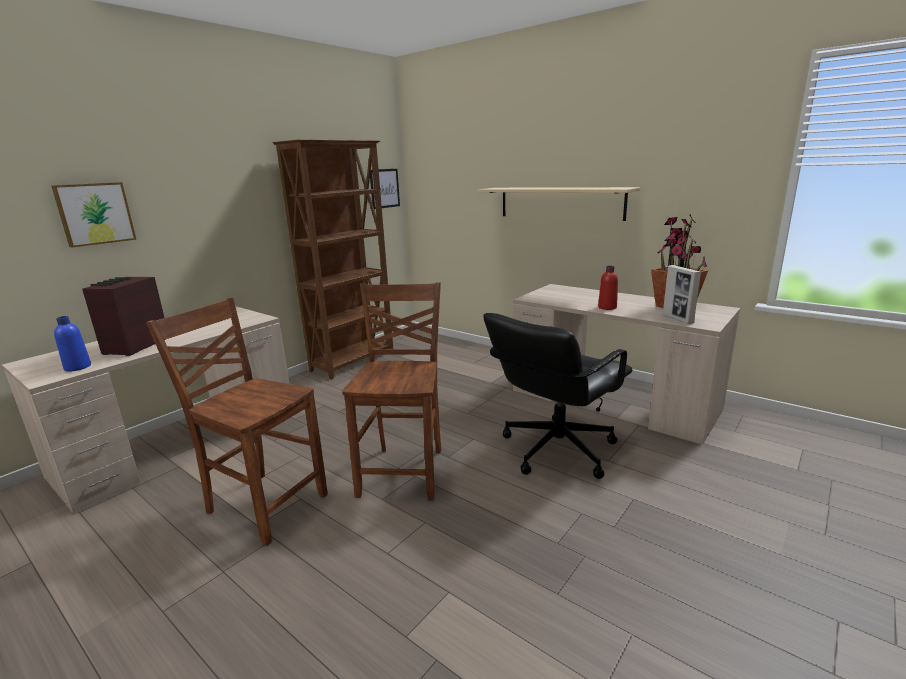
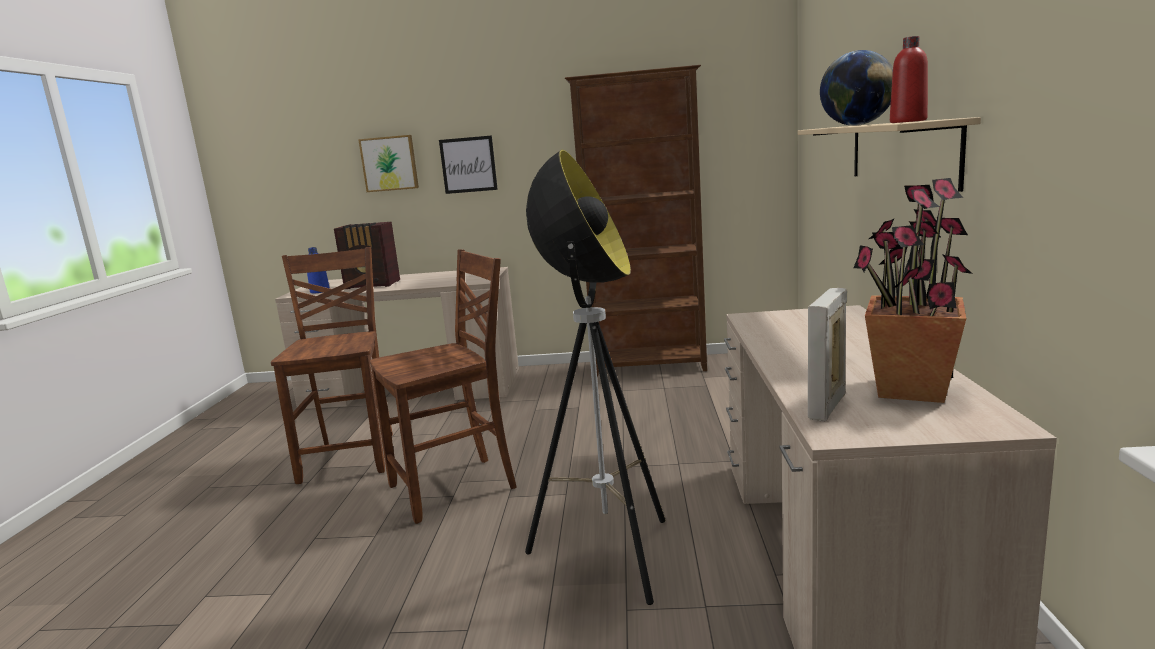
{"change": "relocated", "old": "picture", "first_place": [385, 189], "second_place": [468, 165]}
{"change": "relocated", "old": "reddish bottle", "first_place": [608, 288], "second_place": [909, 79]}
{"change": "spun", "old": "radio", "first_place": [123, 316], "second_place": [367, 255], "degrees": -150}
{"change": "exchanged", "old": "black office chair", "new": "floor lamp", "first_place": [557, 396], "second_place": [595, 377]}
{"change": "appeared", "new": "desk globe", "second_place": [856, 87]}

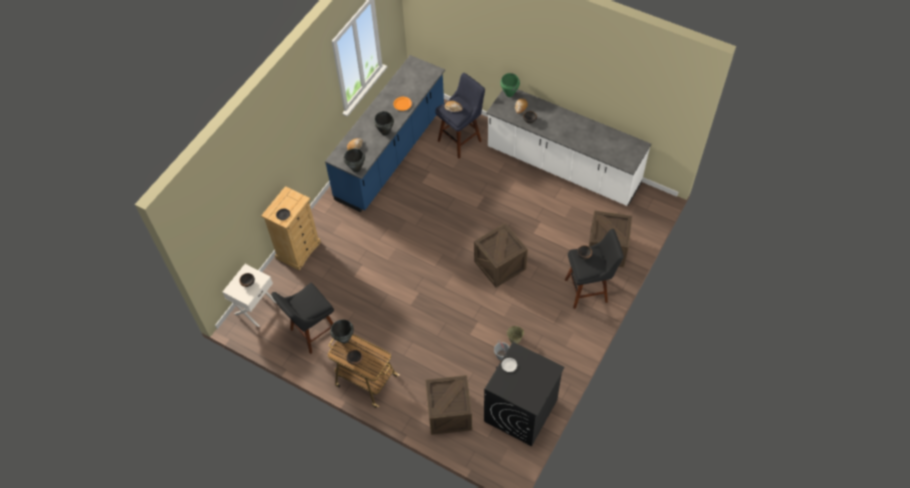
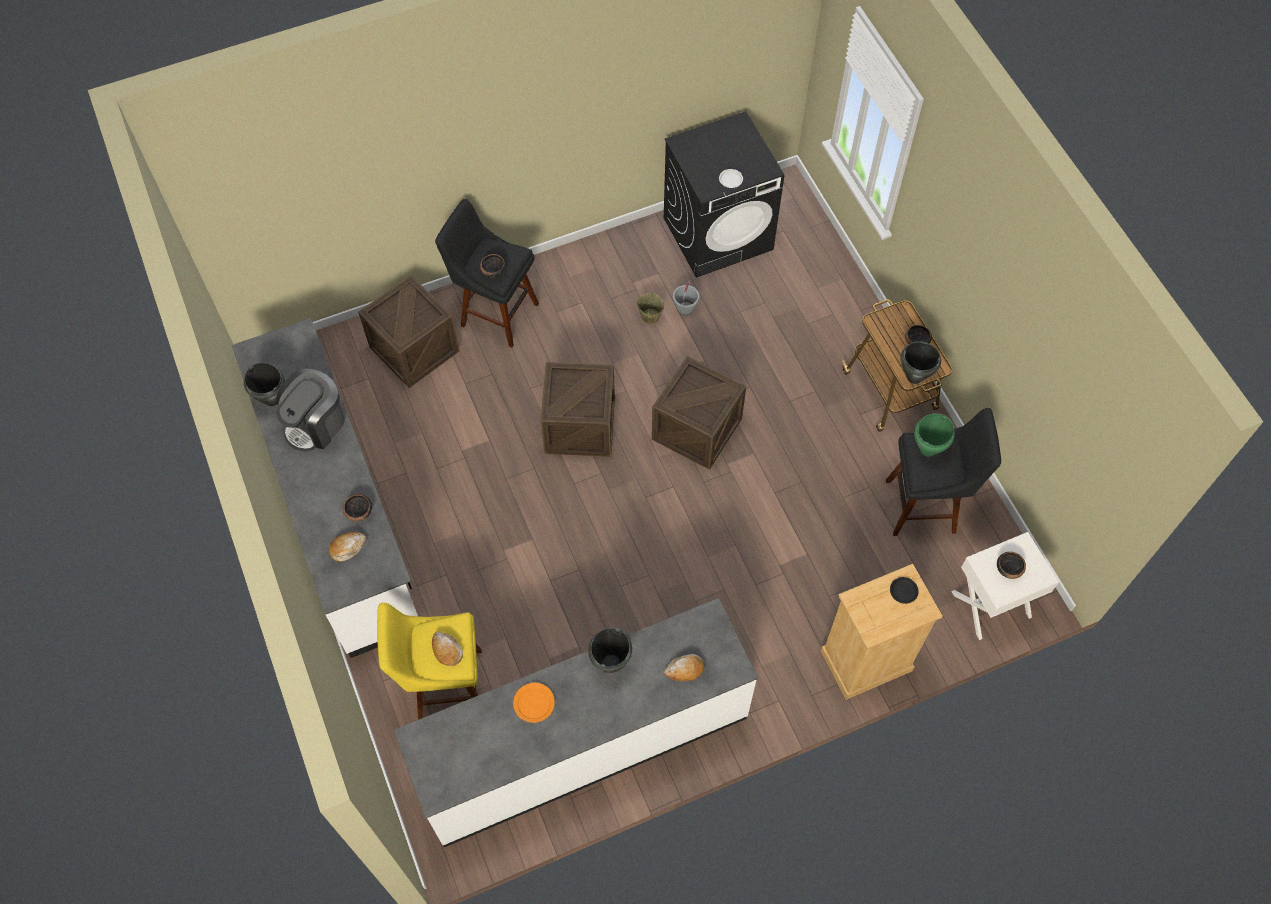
{"change": "colour", "old": "blue-coloured kitchen counter", "new": "white kitchen counter", "first_place": [385, 133], "second_place": [576, 722]}
{"change": "colour", "old": "blue-coloured stool", "new": "yellow-coloured stool", "first_place": [460, 115], "second_place": [429, 661]}
{"change": "relocated", "old": "greenish cooking pot", "first_place": [510, 85], "second_place": [934, 435]}
{"change": "relocated", "old": "black cooking pot", "first_place": [354, 160], "second_place": [264, 384]}
{"change": "relocated", "old": "shipping crate", "first_place": [448, 405], "second_place": [699, 413]}
{"change": "appeared", "new": "coffee maker", "second_place": [310, 410]}

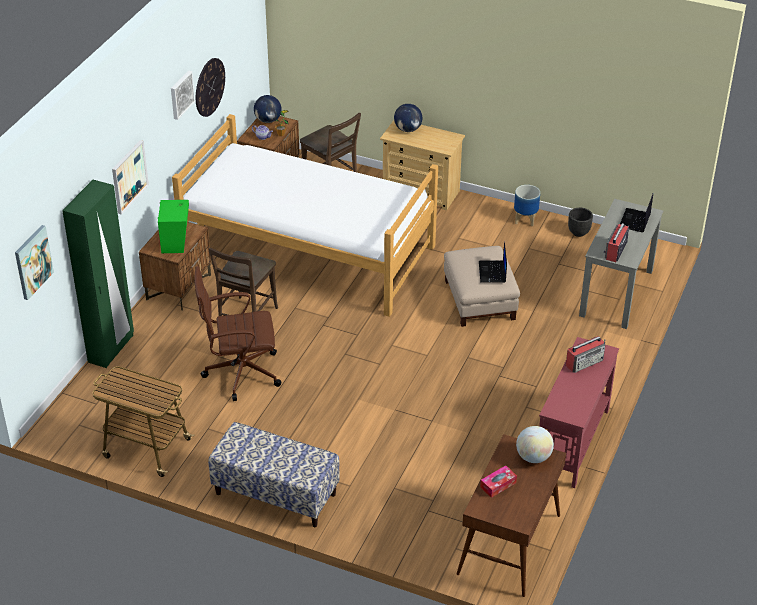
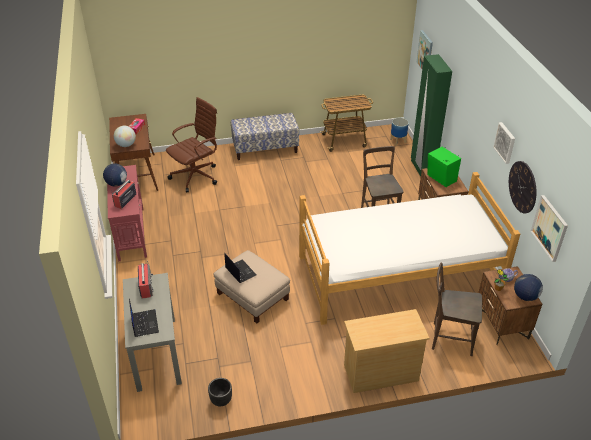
{"change": "relocated", "old": "desk globe", "first_place": [408, 118], "second_place": [115, 175]}
{"change": "relocated", "old": "picture", "first_place": [130, 177], "second_place": [549, 228]}
{"change": "relocated", "old": "plant pot", "first_place": [527, 205], "second_place": [399, 132]}
{"change": "relocated", "old": "brownish office chair", "first_place": [238, 333], "second_place": [191, 144]}

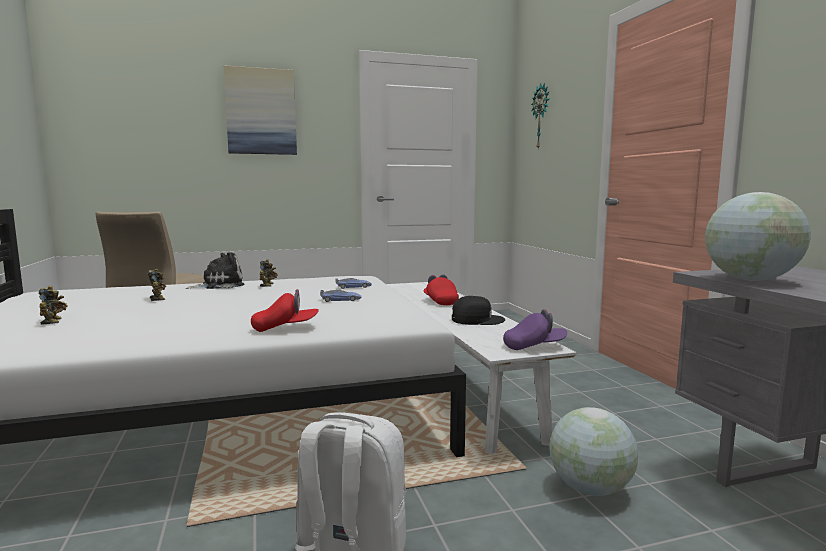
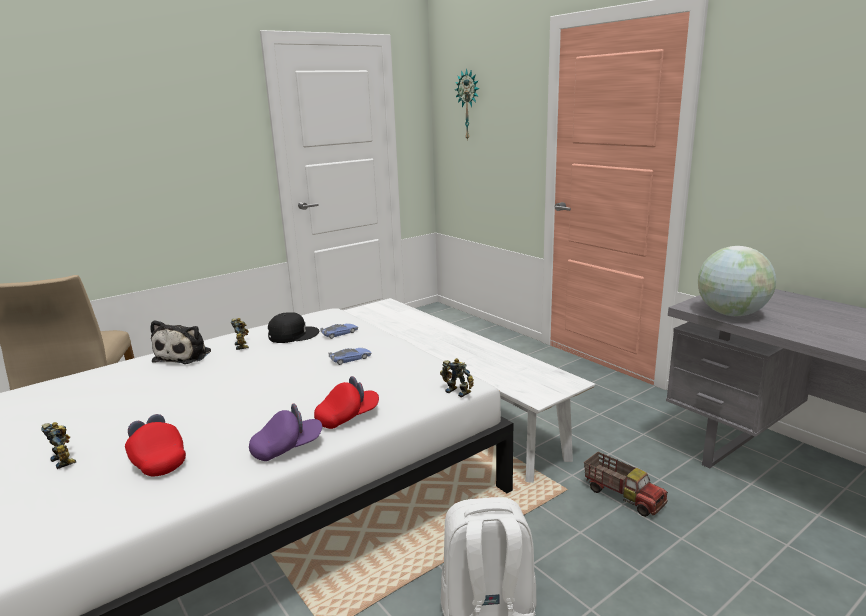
{"change": "missing", "old": "picture", "first_place": [260, 110]}
{"change": "spun", "old": "soft toy", "first_place": [215, 270], "second_place": [180, 342], "degrees": 150}
{"change": "relocated", "old": "toy robot", "first_place": [156, 285], "second_place": [457, 378]}
{"change": "relocated", "old": "reddish baseball cap", "first_place": [441, 289], "second_place": [155, 445]}
{"change": "relocated", "old": "black baseball cap", "first_place": [478, 310], "second_place": [293, 327]}
{"change": "relocated", "old": "purple-coloured baseball cap", "first_place": [535, 329], "second_place": [285, 432]}
{"change": "exchanged", "old": "desk globe", "new": "toy lorry", "first_place": [593, 451], "second_place": [626, 484]}

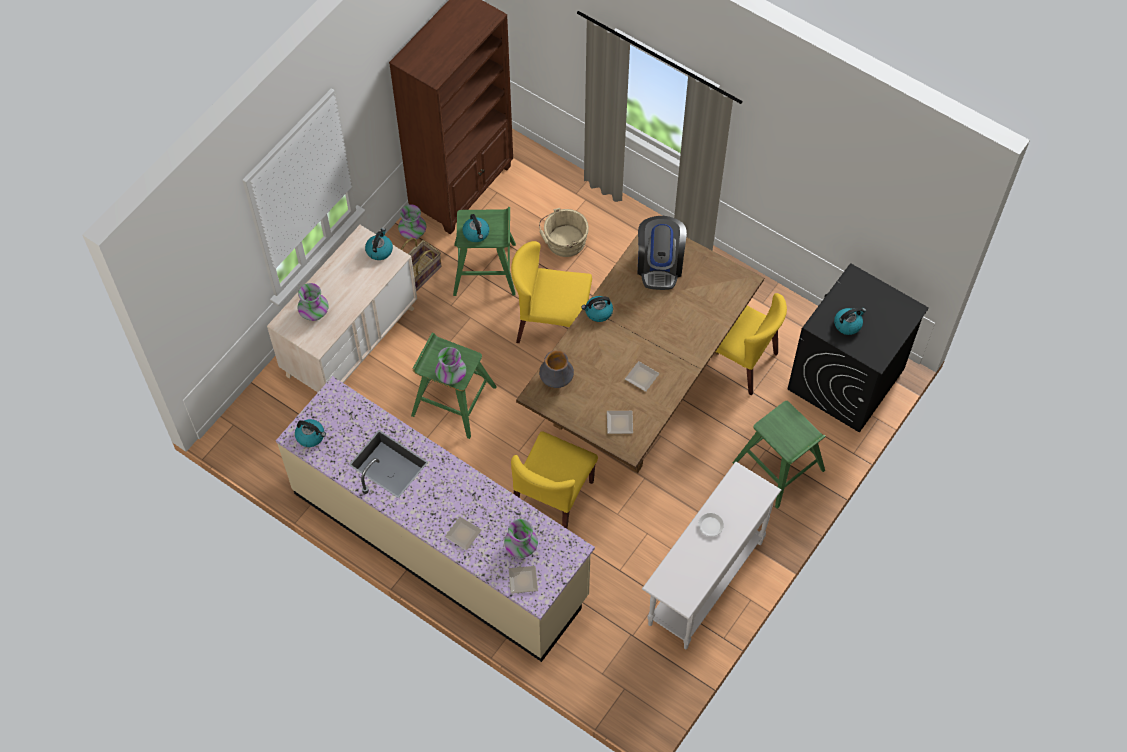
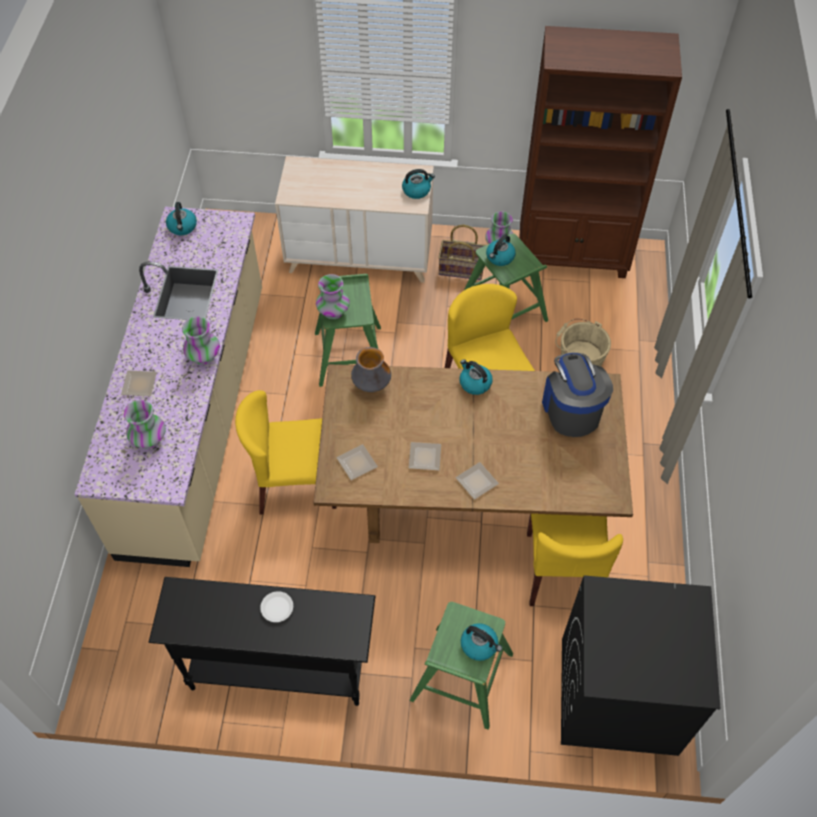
{"change": "spun", "old": "coffee maker", "first_place": [662, 253], "second_place": [577, 395], "degrees": 105}
{"change": "relocated", "old": "flower vase", "first_place": [313, 302], "second_place": [201, 340]}
{"change": "relocated", "old": "tea kettle", "first_place": [850, 321], "second_place": [481, 642]}
{"change": "colour", "old": "white console table", "new": "black console table", "first_place": [711, 555], "second_place": [262, 641]}
{"change": "relocated", "old": "flat dish", "first_place": [523, 580], "second_place": [477, 481]}

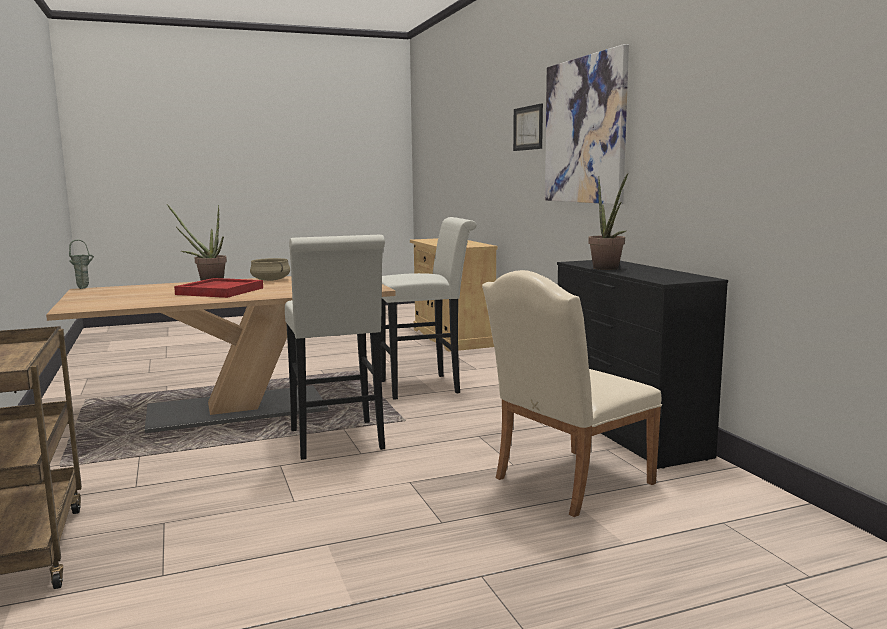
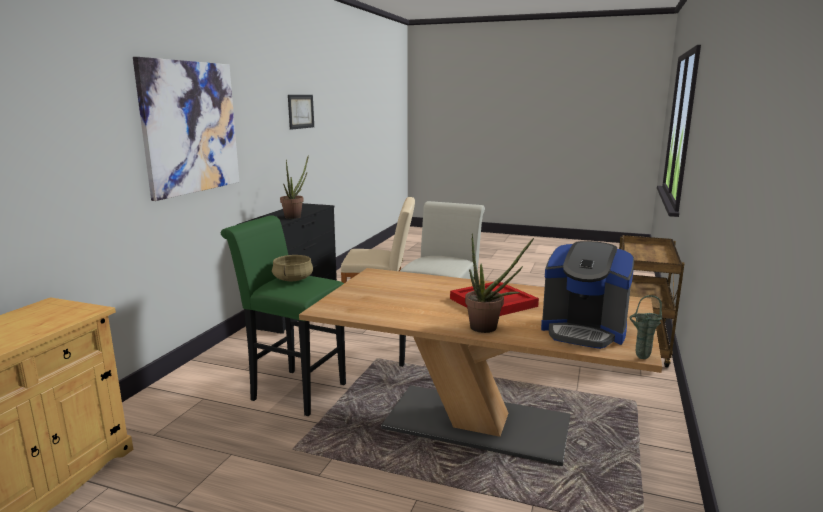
{"change": "relocated", "old": "picture", "first_place": [528, 127], "second_place": [301, 112]}
{"change": "colour", "old": "white stool", "new": "greenish stool", "first_place": [428, 308], "second_place": [283, 315]}
{"change": "relocated", "old": "beige cooking pot", "first_place": [270, 269], "second_place": [292, 268]}
{"change": "appeared", "new": "coffee maker", "second_place": [587, 295]}

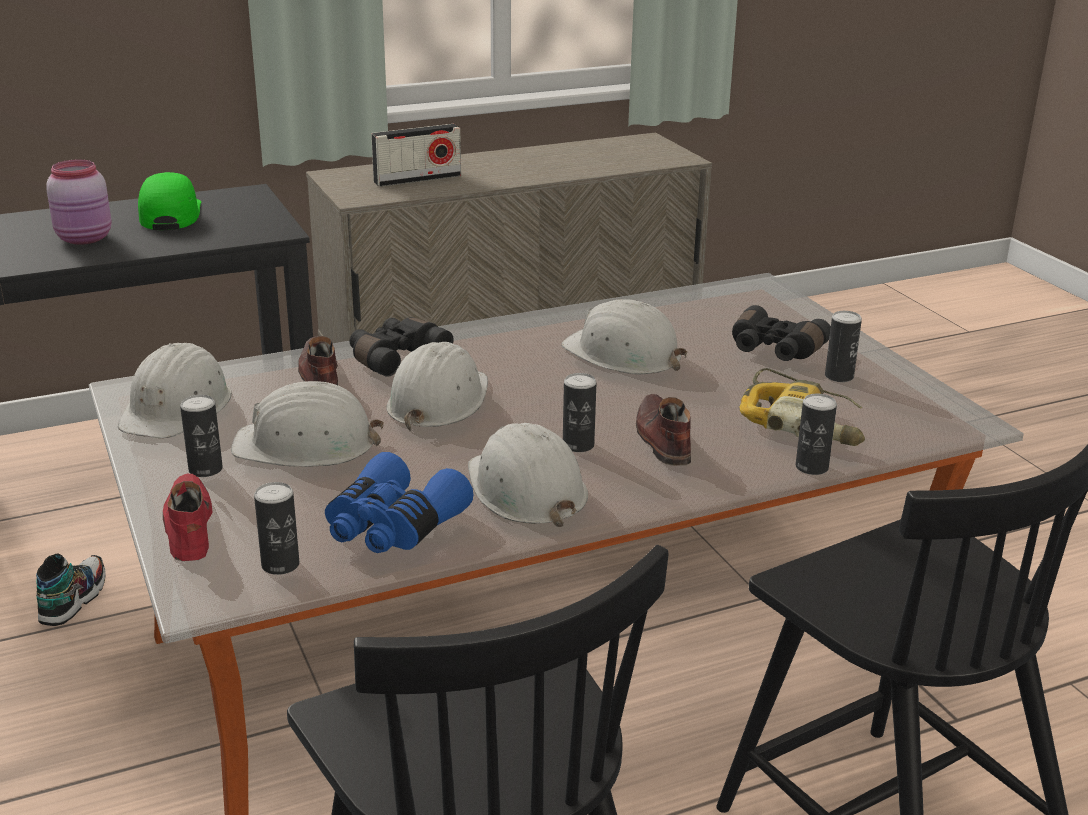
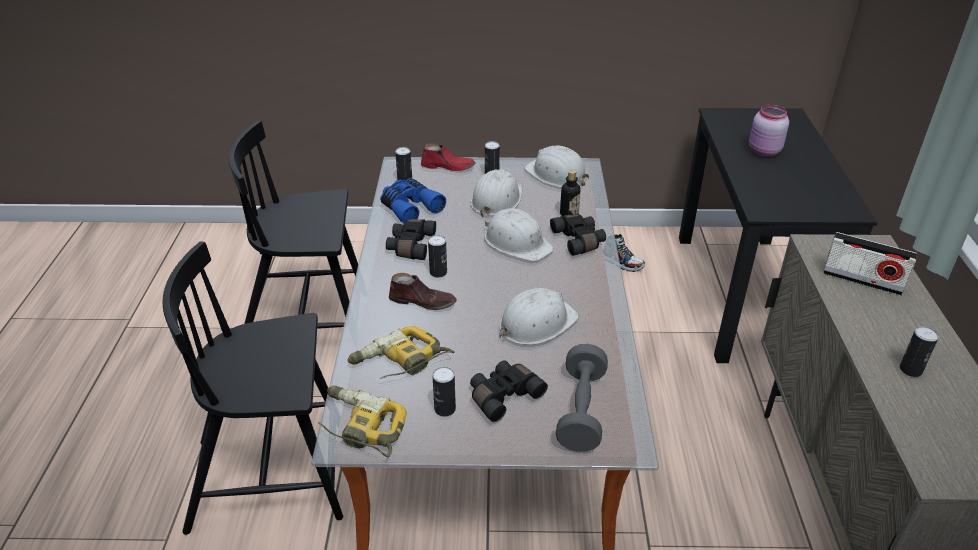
{"change": "spun", "old": "radio", "first_place": [416, 155], "second_place": [870, 264], "degrees": -60}
{"change": "missing", "old": "greenish baseball cap", "first_place": [169, 201]}
{"change": "exchanged", "old": "brownish item of footwear", "new": "bottle", "first_place": [318, 360], "second_place": [570, 193]}
{"change": "relocated", "old": "can", "first_place": [816, 434], "second_place": [919, 351]}
{"change": "exchanged", "old": "white hard hat", "new": "black field glasses", "first_place": [528, 475], "second_place": [411, 239]}
{"change": "appeared", "new": "grey dumbbell", "second_place": [582, 398]}
{"change": "appeared", "new": "electric drill", "second_place": [362, 421]}

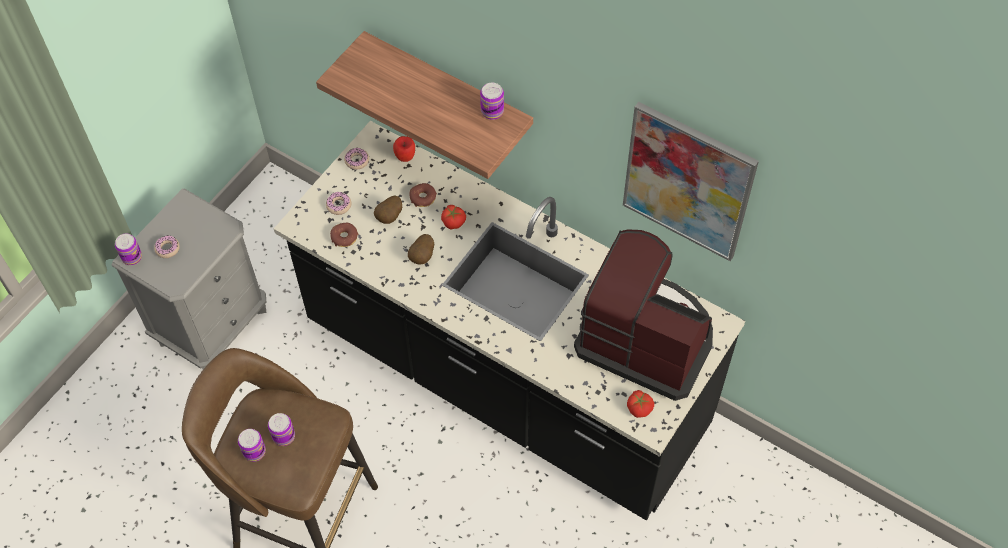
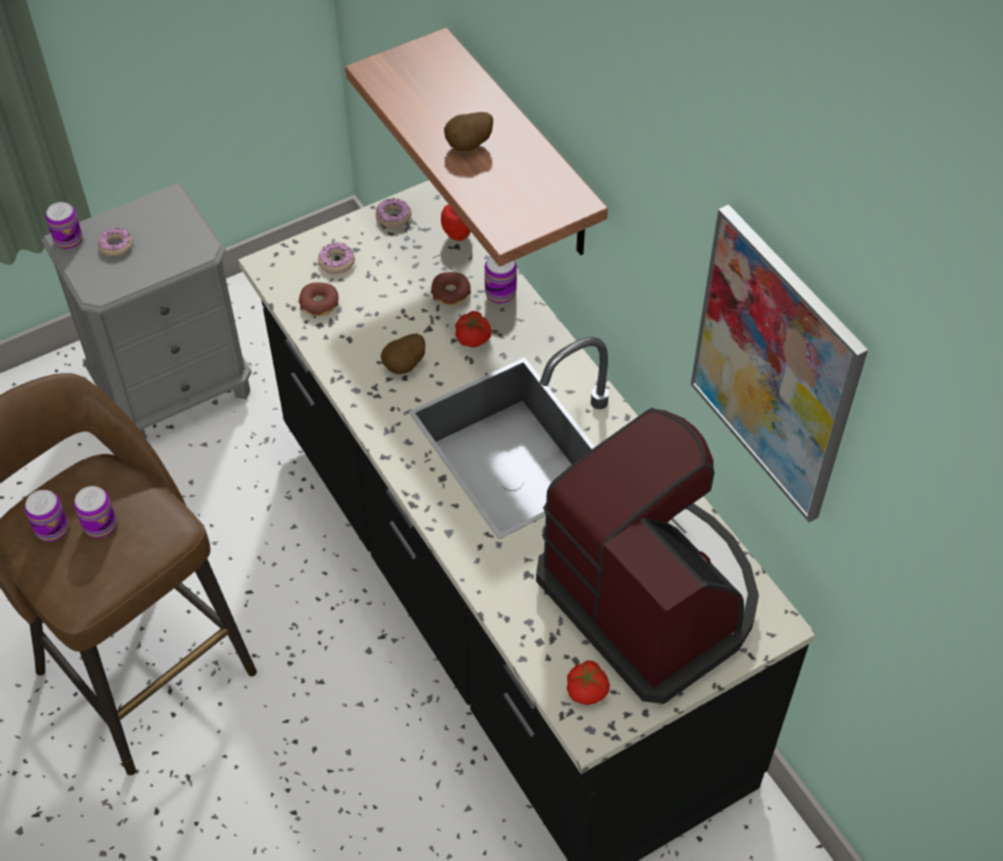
{"change": "relocated", "old": "can", "first_place": [492, 101], "second_place": [501, 280]}
{"change": "relocated", "old": "whole potato", "first_place": [388, 210], "second_place": [468, 132]}

